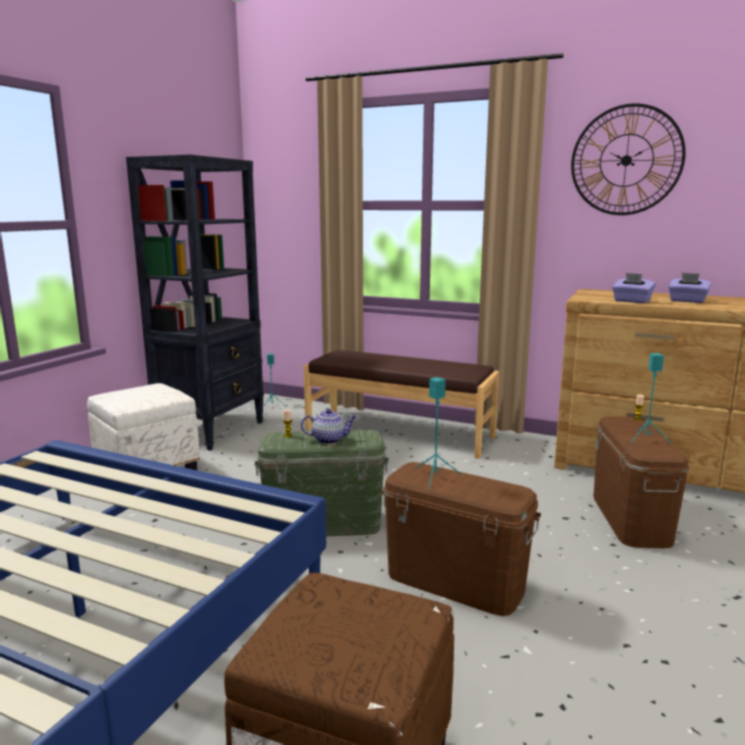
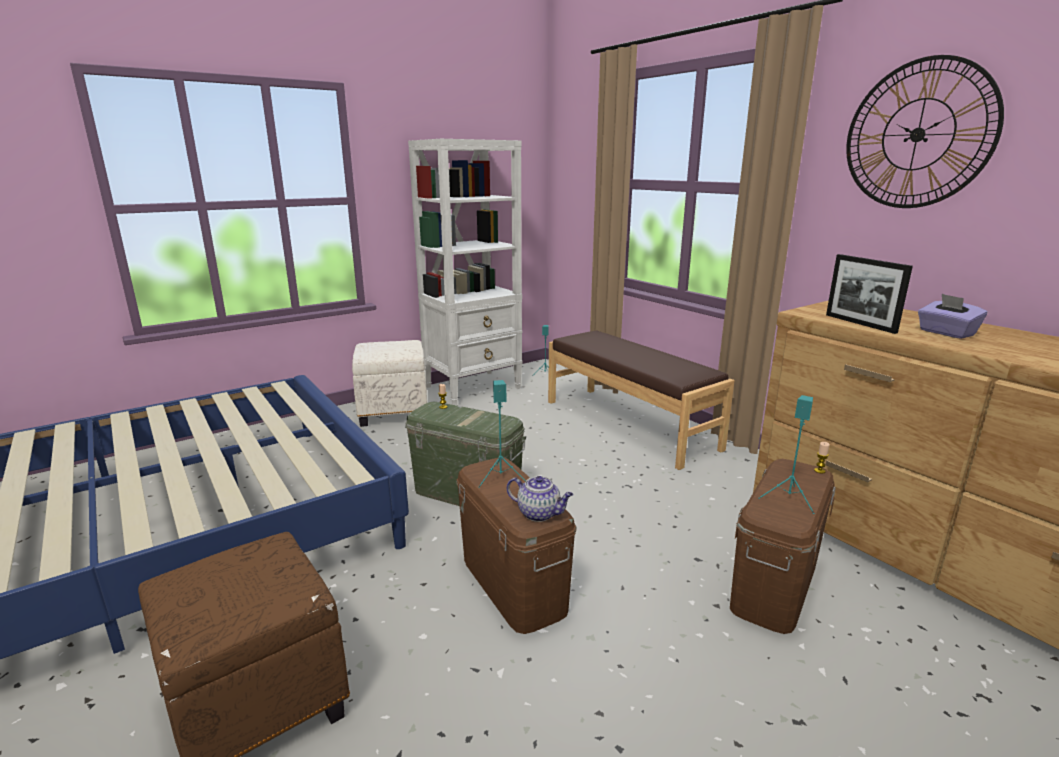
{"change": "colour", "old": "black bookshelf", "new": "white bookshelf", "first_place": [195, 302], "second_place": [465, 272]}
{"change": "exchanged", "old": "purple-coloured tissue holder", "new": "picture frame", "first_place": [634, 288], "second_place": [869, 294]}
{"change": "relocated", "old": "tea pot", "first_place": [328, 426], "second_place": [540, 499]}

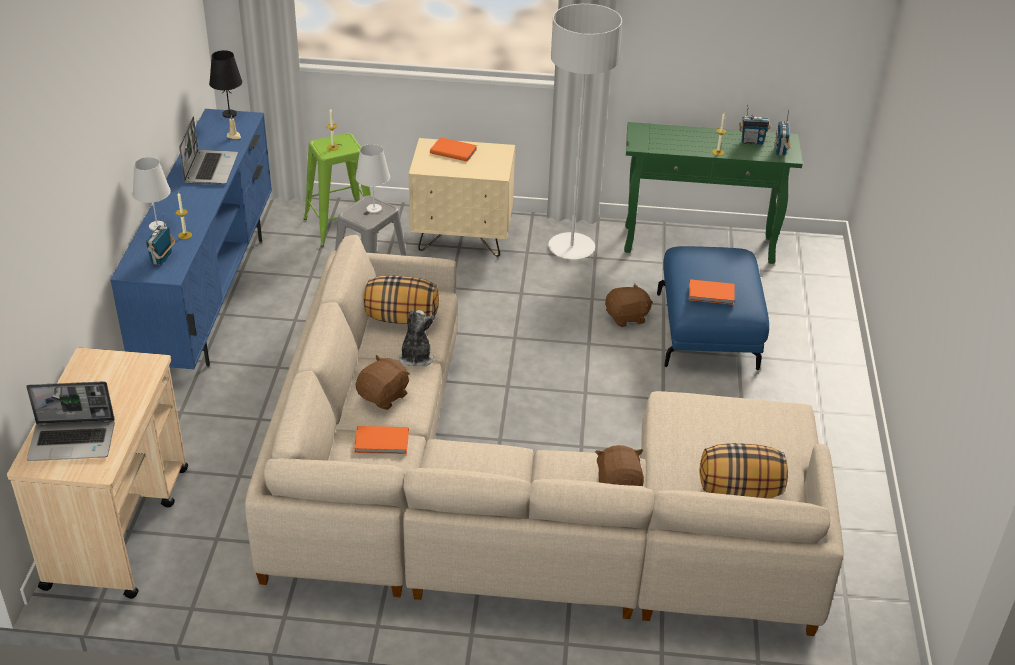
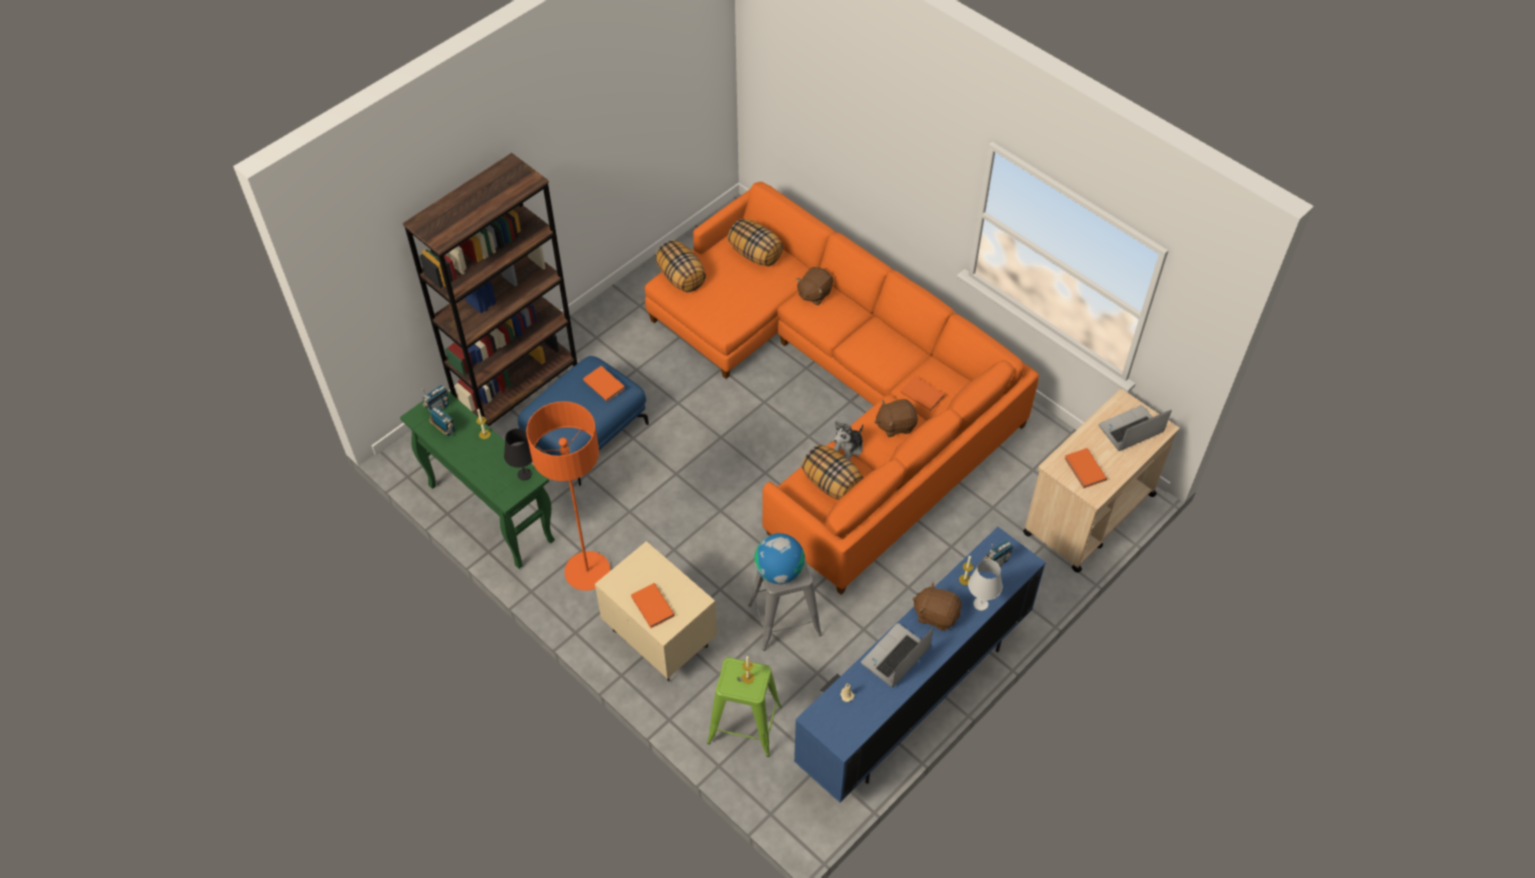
{"change": "colour", "old": "grey floor lamp", "new": "orange floor lamp", "first_place": [585, 132], "second_place": [568, 496]}
{"change": "relocated", "old": "black tabletop lamp", "first_place": [225, 84], "second_place": [518, 454]}
{"change": "exchanged", "old": "white tabletop lamp", "new": "desk globe", "first_place": [372, 178], "second_place": [779, 558]}
{"change": "colour", "old": "beige settee", "new": "orange settee", "first_place": [544, 435], "second_place": [841, 388]}
{"change": "relocated", "old": "brownish soft toy", "first_place": [629, 305], "second_place": [937, 606]}
{"change": "spun", "old": "notebook computer", "first_place": [70, 421], "second_place": [1135, 428], "degrees": -60}
{"change": "appeared", "new": "brownish bookshelf", "second_place": [490, 289]}
{"change": "appeared", "new": "pillow", "second_place": [681, 266]}
{"change": "appeared", "new": "orange volume", "second_place": [1085, 468]}

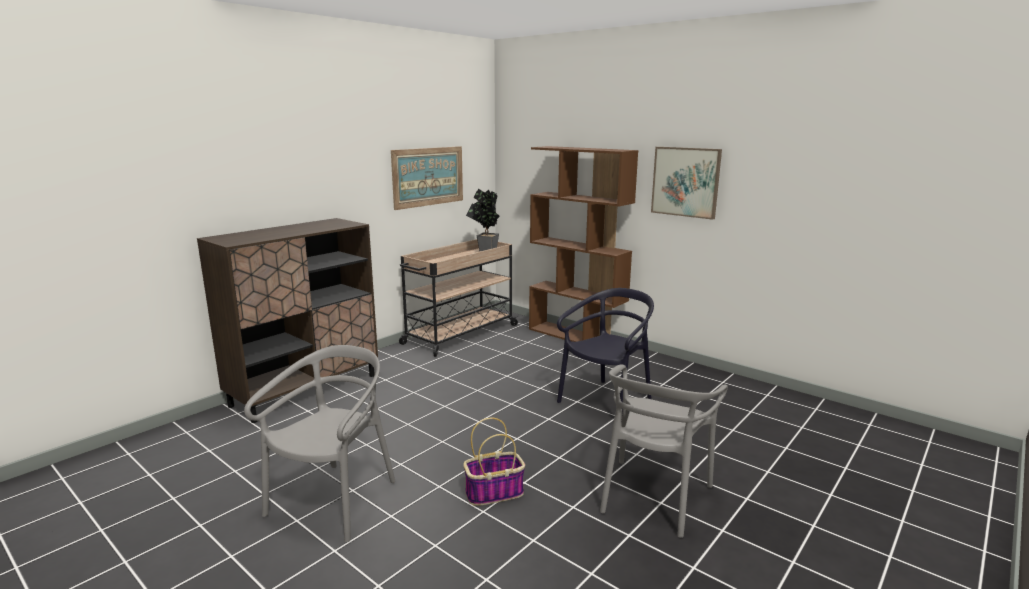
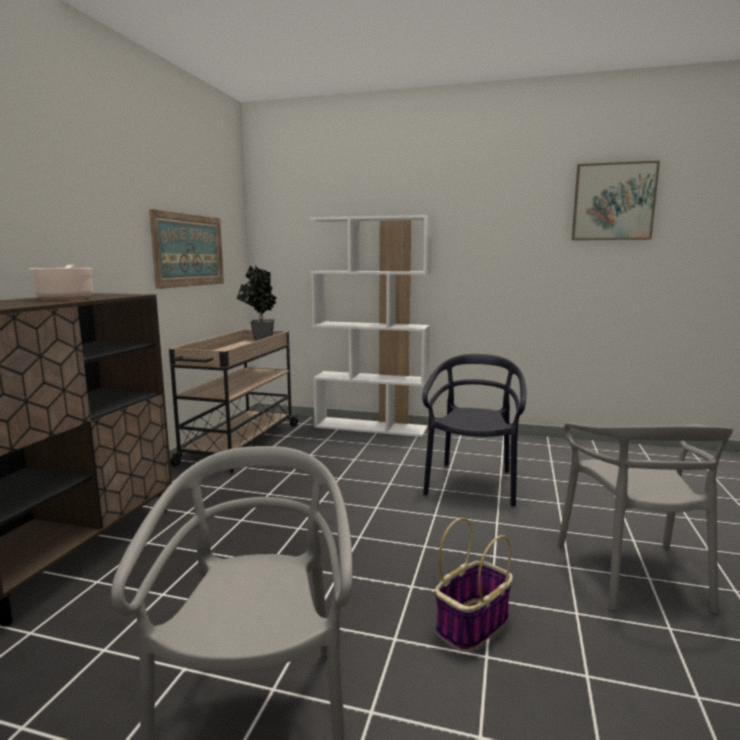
{"change": "colour", "old": "brownish bookshelf", "new": "white bookshelf", "first_place": [583, 244], "second_place": [371, 326]}
{"change": "relocated", "old": "picture", "first_place": [686, 183], "second_place": [616, 200]}
{"change": "appeared", "new": "cooking pot", "second_place": [61, 282]}

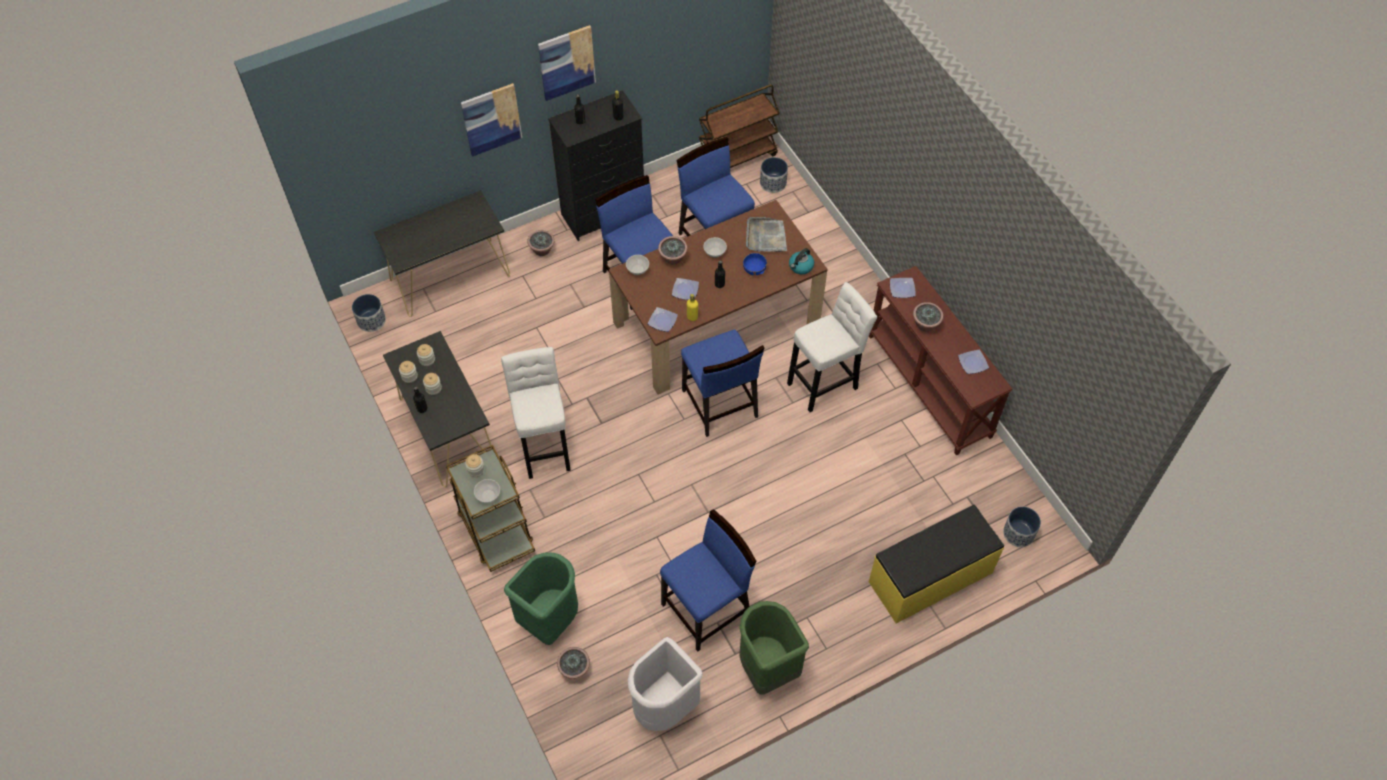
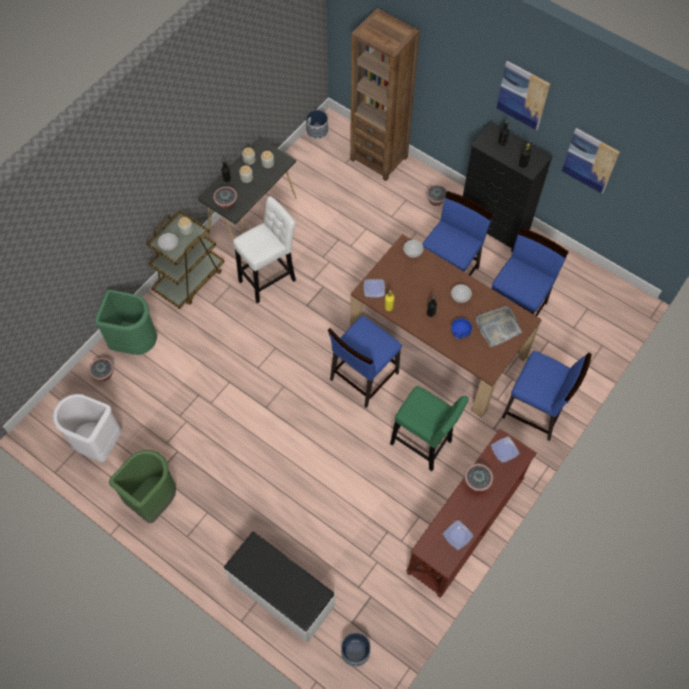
{"change": "relocated", "old": "picture", "first_place": [491, 120], "second_place": [591, 161]}
{"change": "missing", "old": "brownish trolley", "first_place": [739, 126]}
{"change": "missing", "old": "plant pot", "first_place": [774, 175]}
{"change": "exchanged", "old": "black console table", "new": "brownish bookshelf", "first_place": [442, 253], "second_place": [385, 94]}
{"change": "relocated", "old": "potted plant", "first_place": [673, 250], "second_place": [225, 198]}
{"change": "missing", "old": "tea kettle", "first_place": [801, 261]}
{"change": "missing", "old": "flat dish", "first_place": [685, 289]}
{"change": "colour", "old": "white stool", "new": "greenish stool", "first_place": [832, 347], "second_place": [429, 428]}
{"change": "colour", "old": "yellow-coloured long seat", "new": "white long seat", "first_place": [936, 564], "second_place": [279, 586]}
{"change": "relocated", "old": "blue-coloured chair", "first_place": [708, 580], "second_place": [547, 396]}

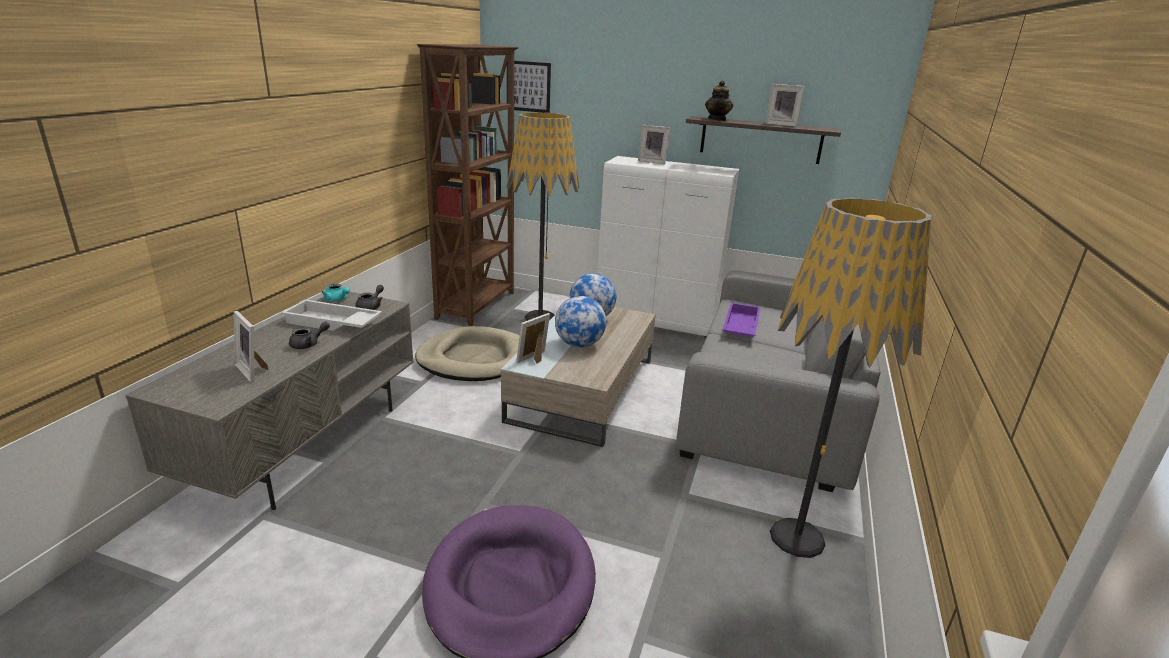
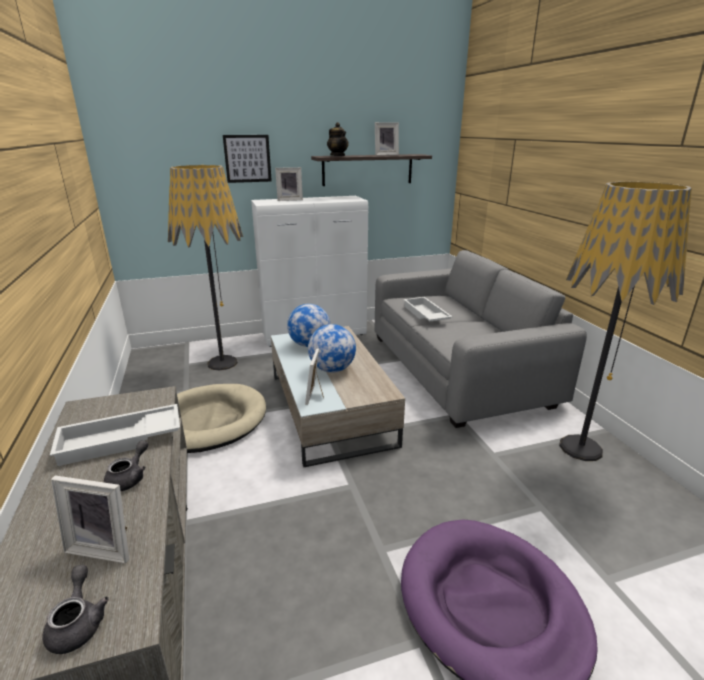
{"change": "missing", "old": "brownish bookshelf", "first_place": [468, 185]}
{"change": "relocated", "old": "picture", "first_place": [529, 87], "second_place": [247, 159]}
{"change": "missing", "old": "blue-green tea pot", "first_place": [335, 293]}
{"change": "relocated", "old": "grey tea pot", "first_place": [369, 297], "second_place": [75, 609]}
{"change": "colour", "old": "purple-coloured serving tray", "new": "white serving tray", "first_place": [742, 319], "second_place": [428, 309]}

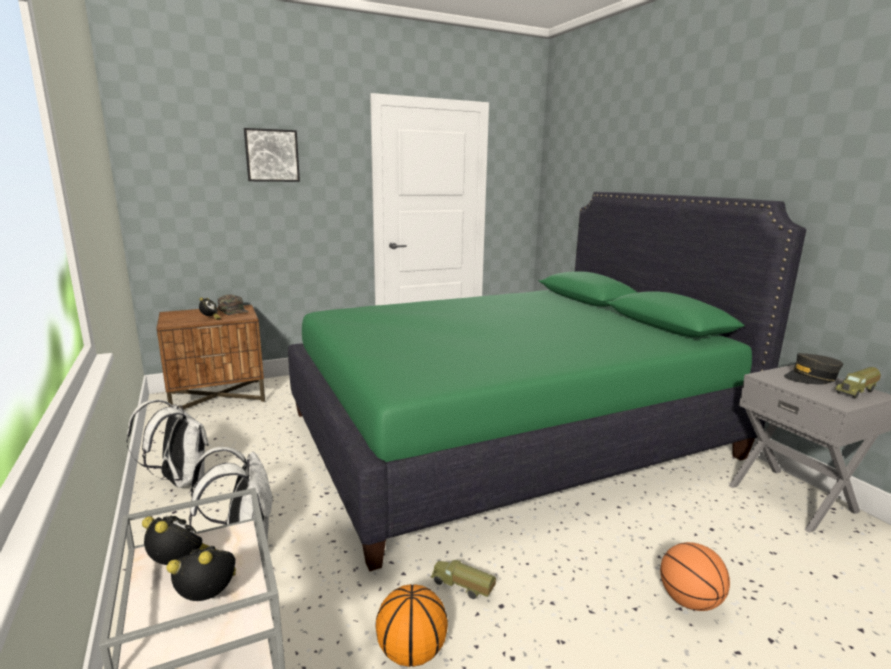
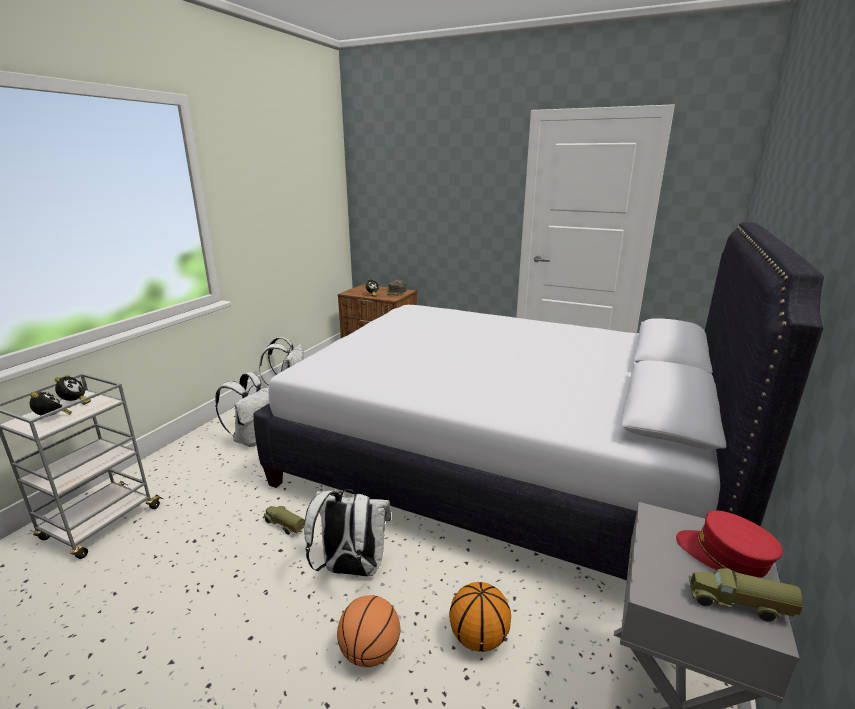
{"change": "missing", "old": "picture", "first_place": [272, 155]}
{"change": "colour", "old": "greenish bedroom bed", "new": "white bedroom bed", "first_place": [547, 382], "second_place": [538, 401]}
{"change": "colour", "old": "grey baseball cap", "new": "reddish baseball cap", "first_place": [813, 369], "second_place": [729, 544]}
{"change": "spun", "old": "toy lorry", "first_place": [463, 579], "second_place": [284, 520], "degrees": -45}
{"change": "relocated", "old": "basketball ball", "first_place": [411, 625], "second_place": [480, 617]}
{"change": "appeared", "new": "white rucksack", "second_place": [347, 533]}

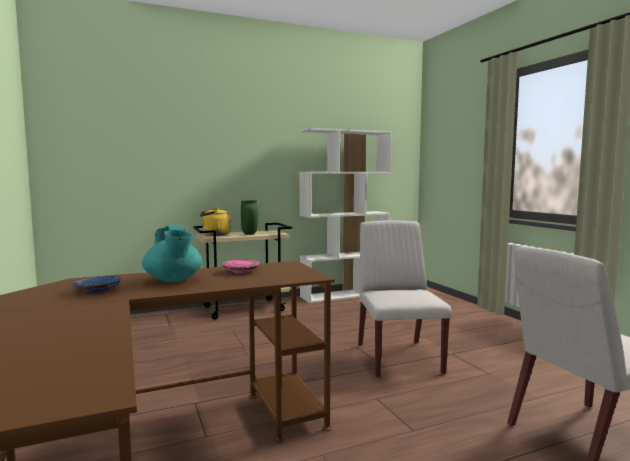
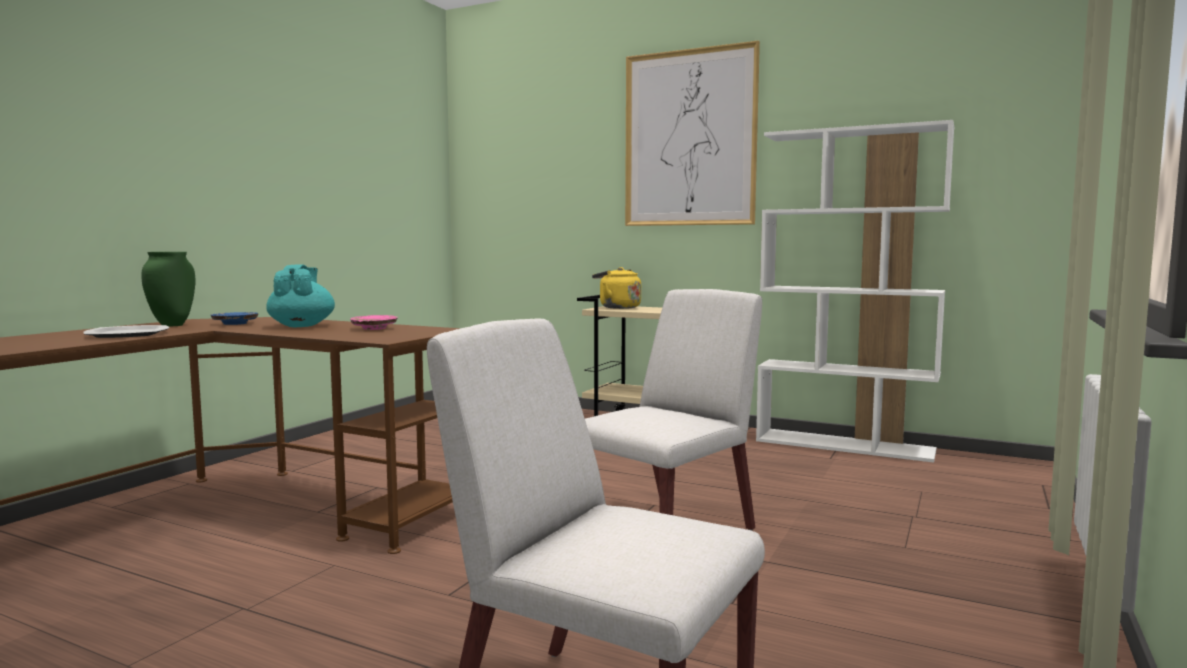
{"change": "relocated", "old": "greenish flower vase", "first_place": [249, 217], "second_place": [168, 289]}
{"change": "spun", "old": "blue-green tea pot", "first_place": [172, 253], "second_place": [300, 295], "degrees": 150}
{"change": "appeared", "new": "picture", "second_place": [692, 133]}
{"change": "appeared", "new": "flat dish", "second_place": [126, 331]}

